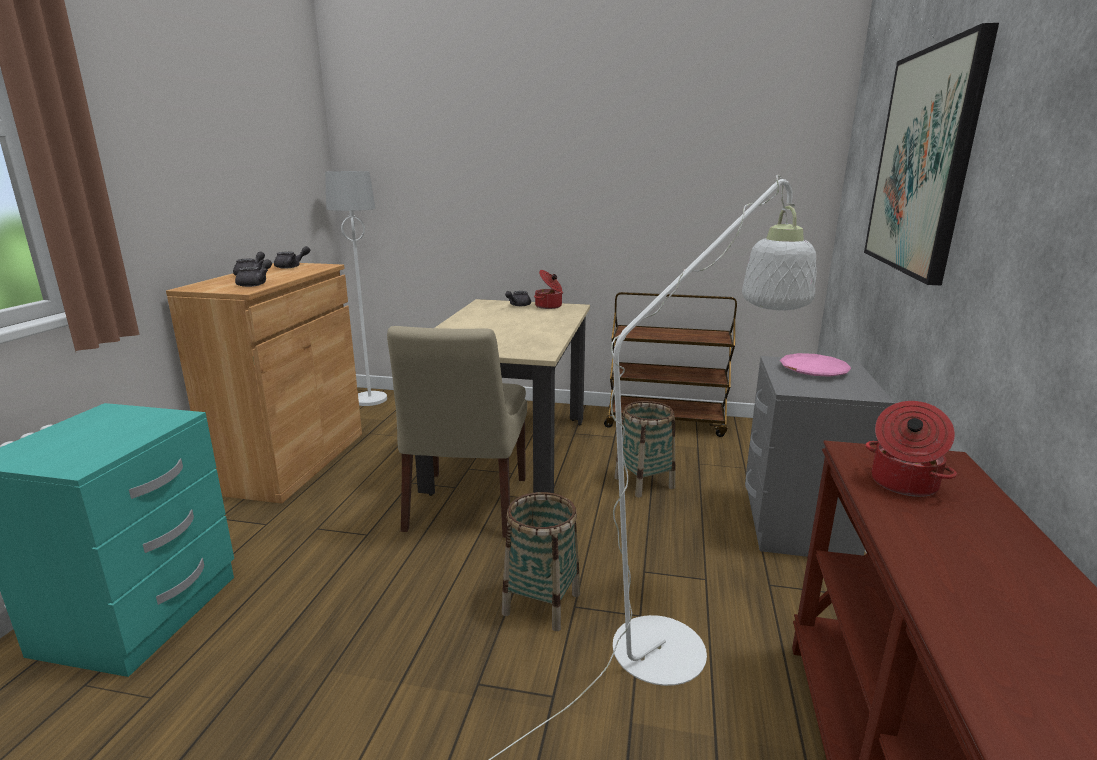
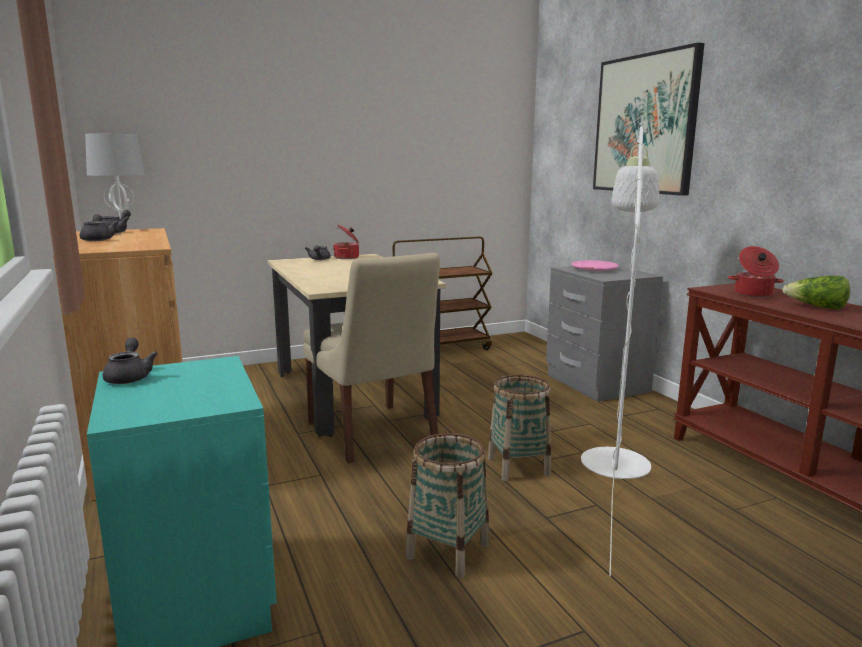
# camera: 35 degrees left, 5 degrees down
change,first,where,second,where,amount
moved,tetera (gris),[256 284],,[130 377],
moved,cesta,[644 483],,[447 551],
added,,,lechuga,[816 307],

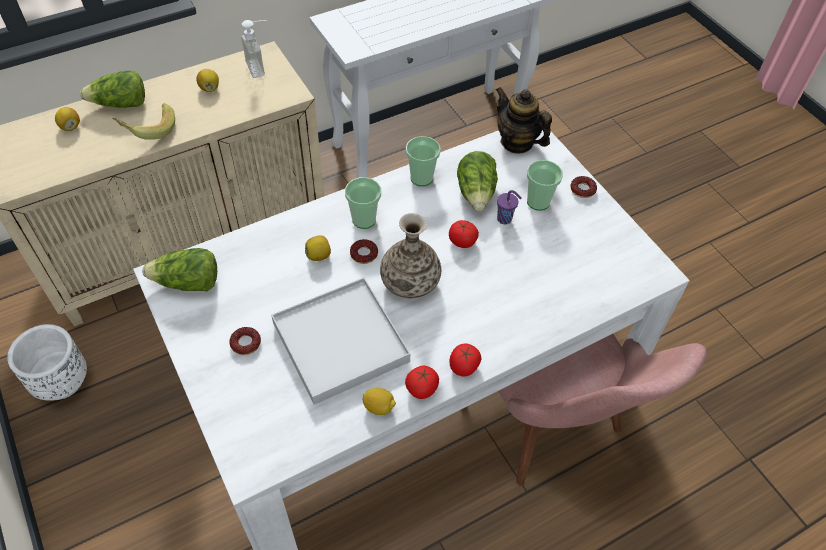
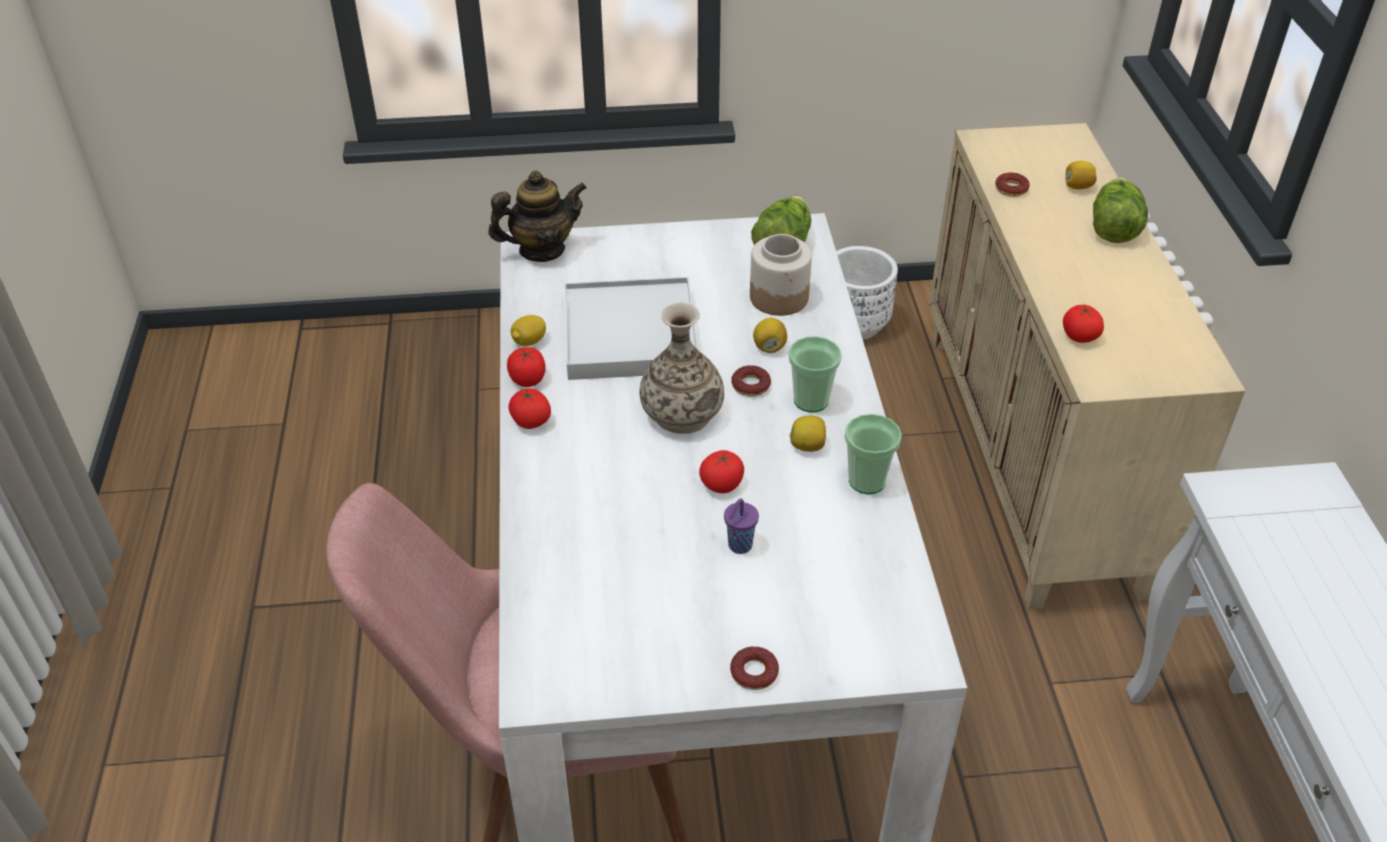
# camera: 115 degrees right, 10 degrees down
change,first,where,second,where,amount
moved,tetera,[517 142],,[541 250],
added,,,tarro,[779 297],
moved,limón,[209 88],,[808 446],
moved,rosquilla,[245 343],,[1011 188],
added,,,tomate,[1079 336],
removed,plátano,[149 129],,,
removed,dispensador de jabón,[261 67],,,
removed,lechuga,[476 193],,,
removed,taza,[538 202],,,

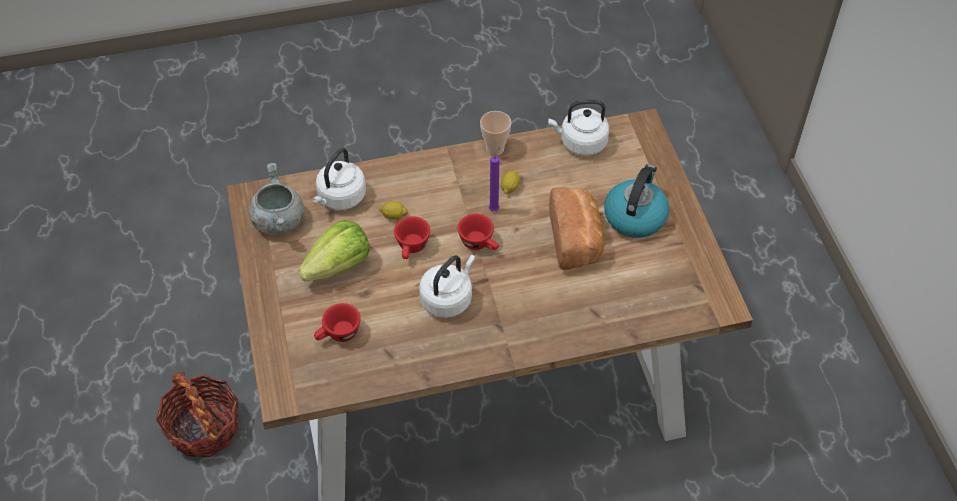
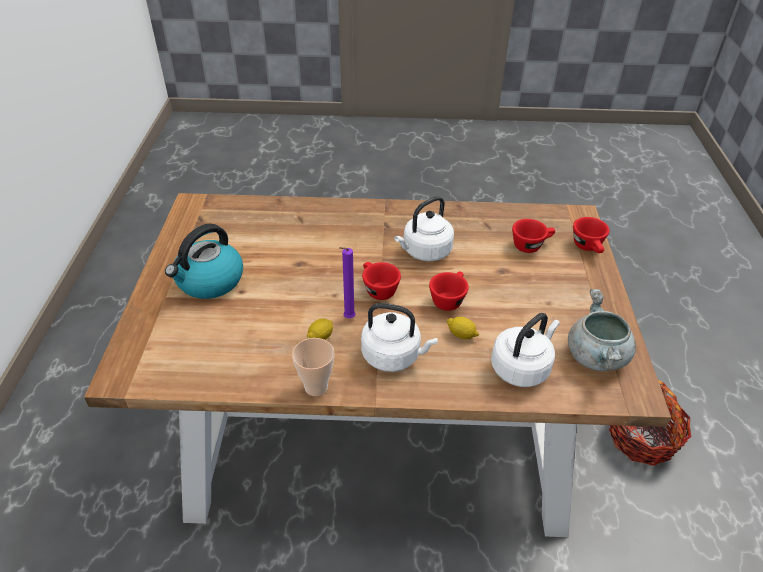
# camera: 165 degrees left, 10 degrees down
change,first,where,second,where,amount
moved,hervidor (blanco),[580 143],,[394 356],
added,,,taza (rojo),[589 248],
removed,lechuga,[339 266],,,
removed,pan,[576 240],,,

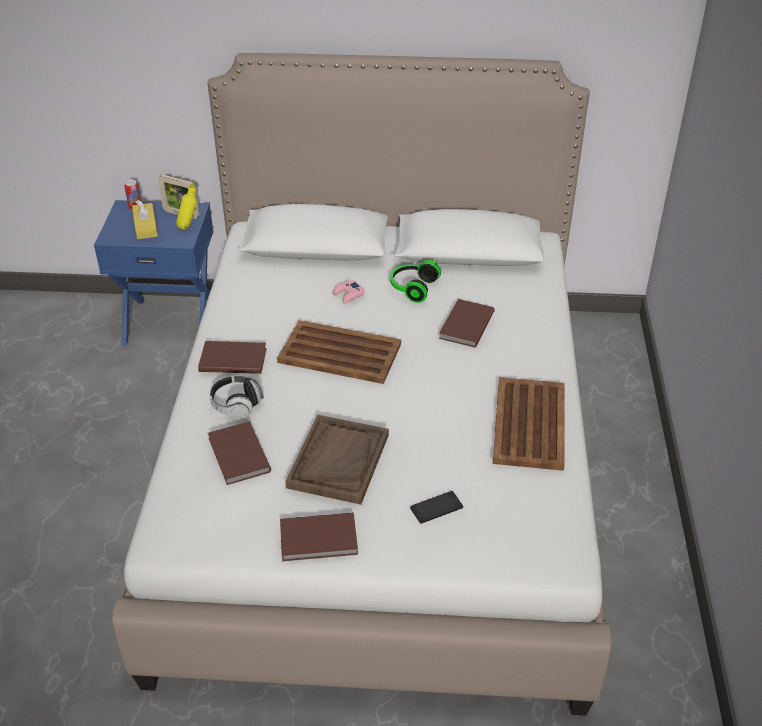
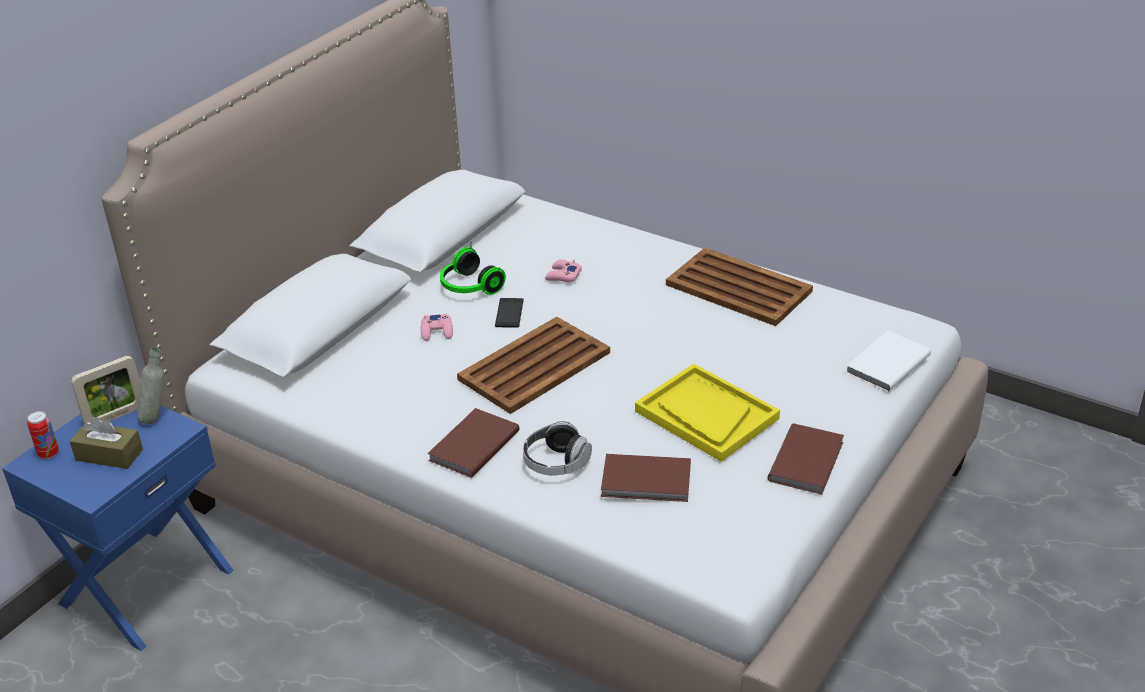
# camera: 60 degrees left, 5 degrees down
change,first,where,second,where,amount
recoloured,caja de pañuelos (amarillo),[146 228],caja de pañuelos (marrón),[109 455],
recoloured,botella (amarillo),[189 228],botella (gris),[157 417],
moved,móvil,[436 507],,[509 313],
replaced,libro (marrón),[465 325],mando de consola (rosa),[563 276],
recoloured,bandeja (marrón),[338 461],bandeja (amarillo),[706 415],
added,,,libro (blanco),[885 364],

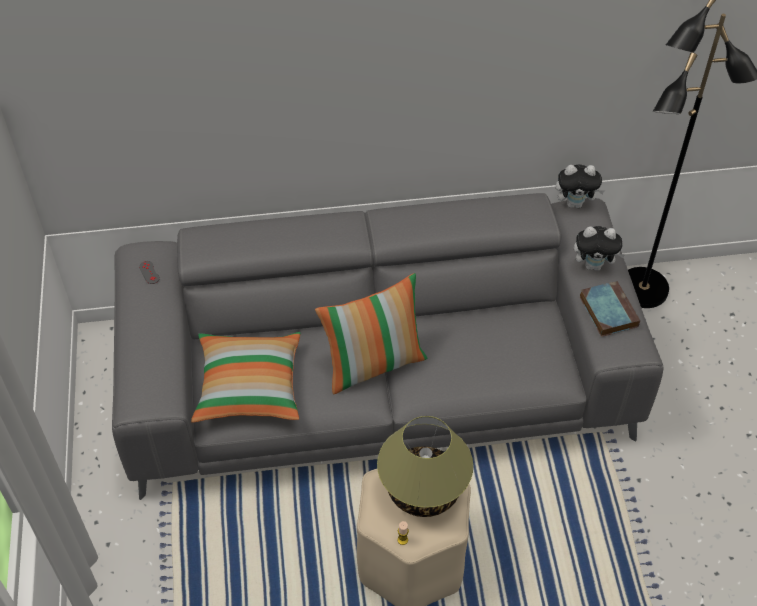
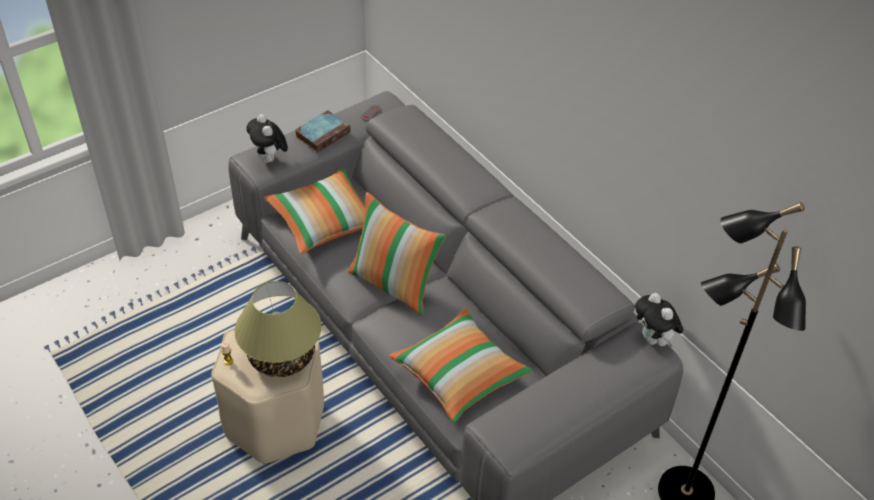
# camera: 60 degrees right, 5 degrees down
change,first,where,second,where,amount
moved,peluche,[594 265],,[270 159],
moved,libro,[607 311],,[323 134],
added,,,cojín,[460 375],

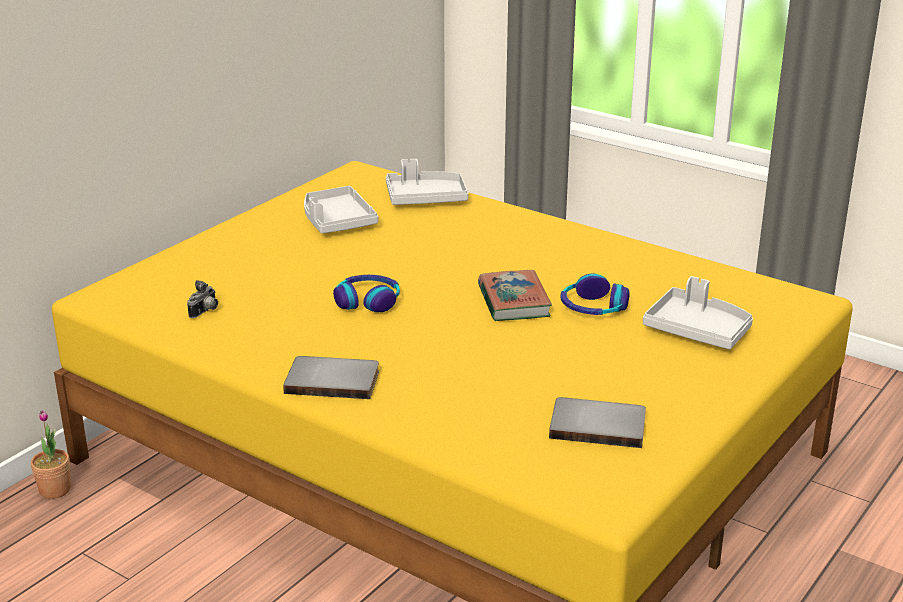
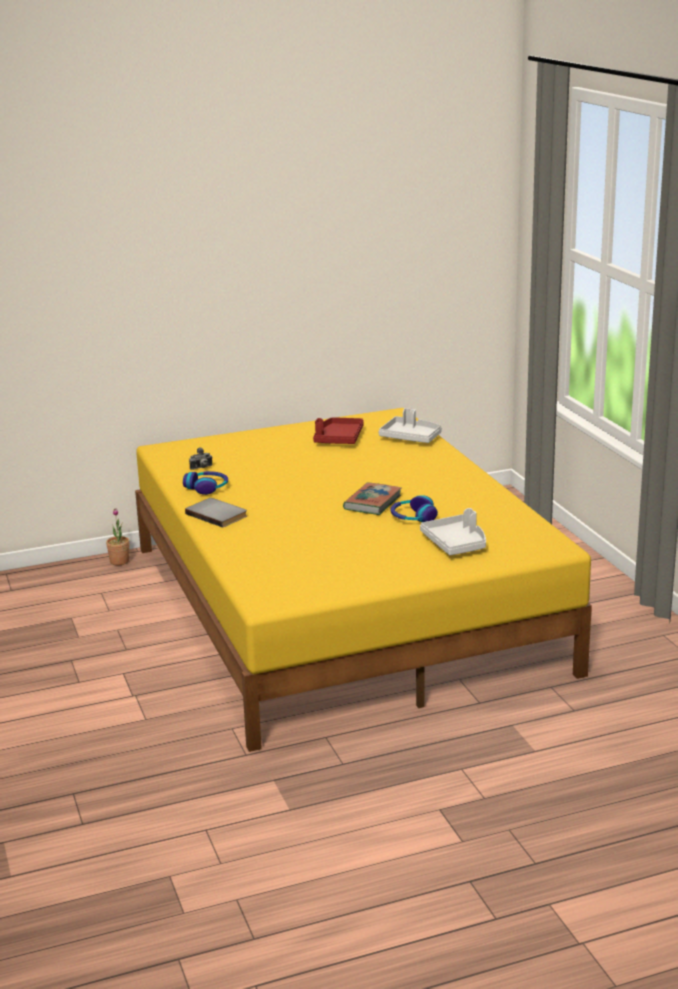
# camera: 35 degrees right, 5 degrees down
change,first,where,second,where,amount
moved,auriculares,[367 301],,[207 488],
recoloured,bandeja (gris),[337 221],bandeja (rojo),[338 439],
removed,libro (gris),[598 424],,,

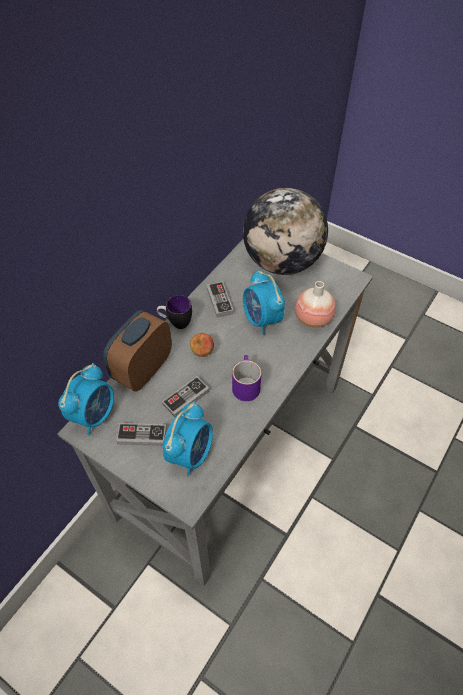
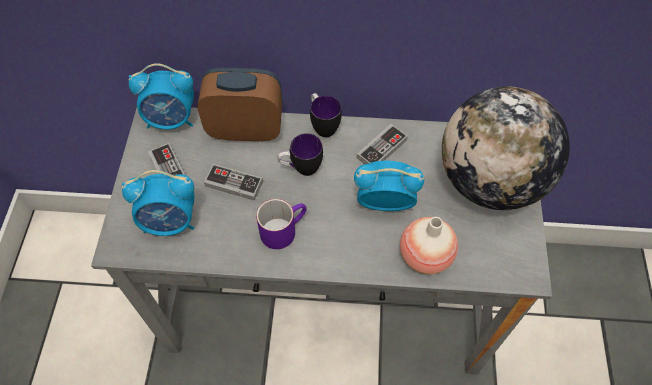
# camera: 60 degrees right, 5 degrees up
change,first,where,second,where,amount
replaced,manzana,[202 352],taza grande,[301 168],
turned,despertador,[261 320],,[384 202],60 degrees clockwise

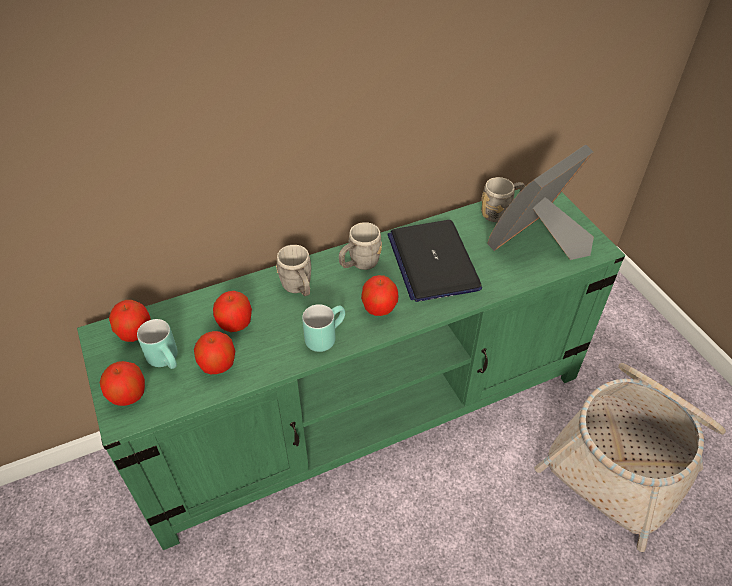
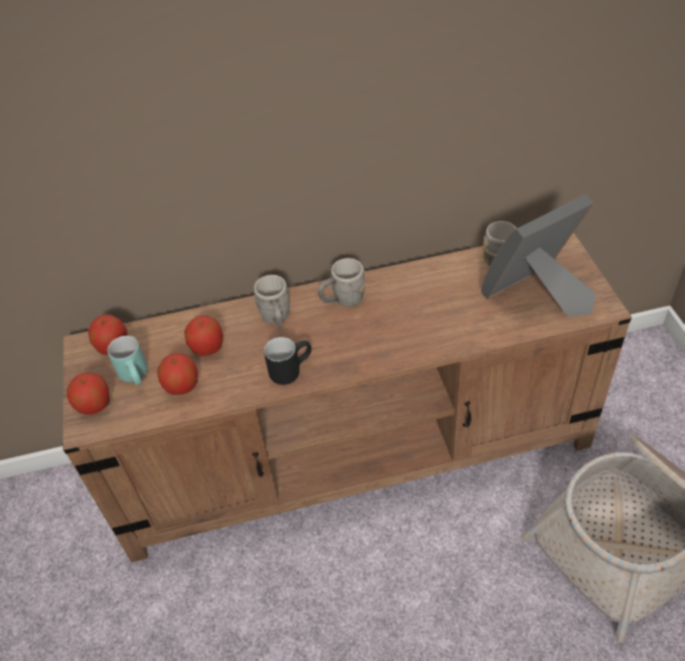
# camera: 15 degrees right, 0 degrees up
change,first,where,second,where,amount
recoloured,mueble de televisión (verde),[366 410],mueble de televisión (marrón),[355 453],
recoloured,taza grande (turquesa),[324 336],taza grande (negro),[290 369],
removed,manzana,[379 308],,,
removed,portátil,[432 261],,,

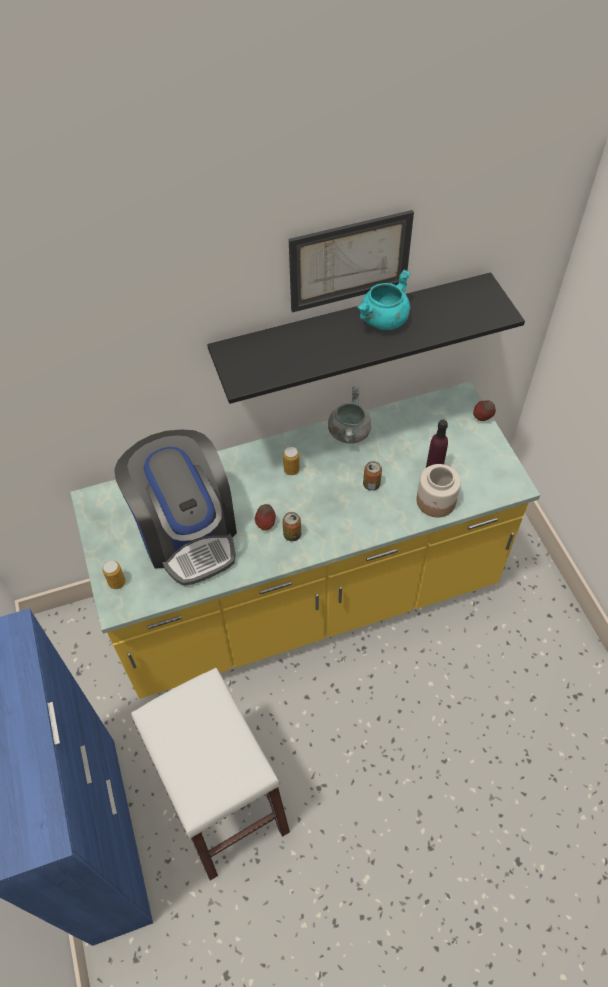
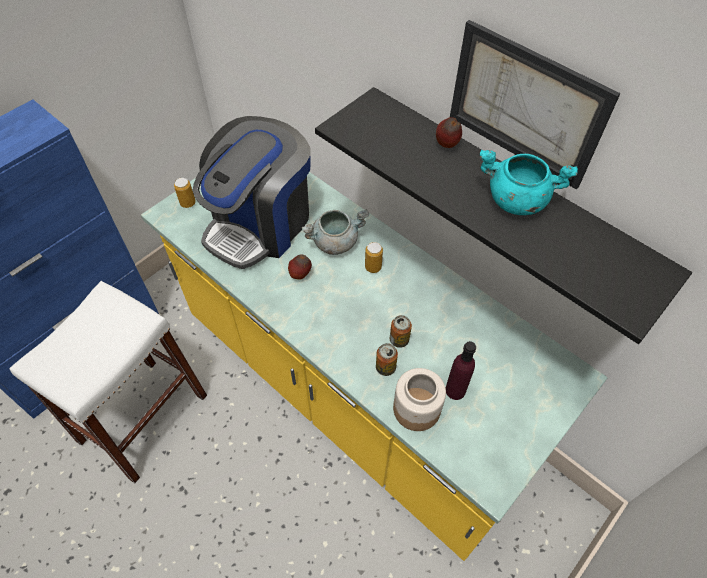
# camera: 60 degrees right, 0 degrees up
change,first,where,second,where,amount
moved,olla (gris),[349 432],,[335 242],
moved,lata,[292 535],,[385 367],
moved,manzana,[482 418],,[447 145],

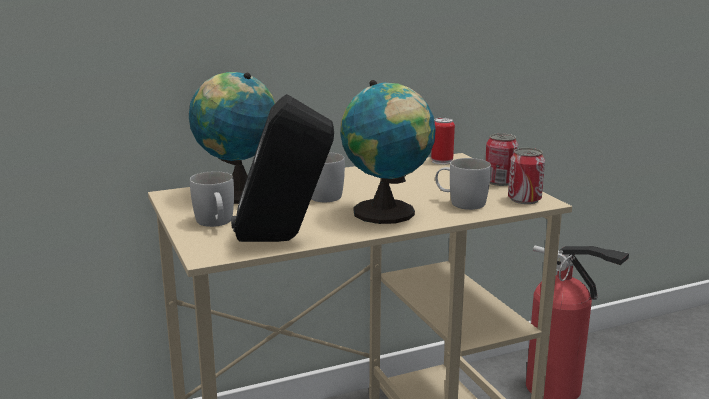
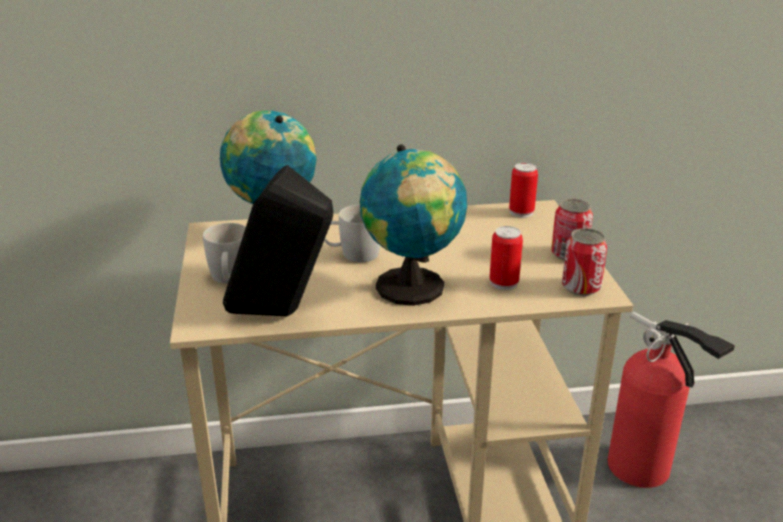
# camera: 15 degrees right, 10 degrees up
change,first,where,second,where,amount
replaced,taza grande (blanco),[460 203],lata,[504 283],

